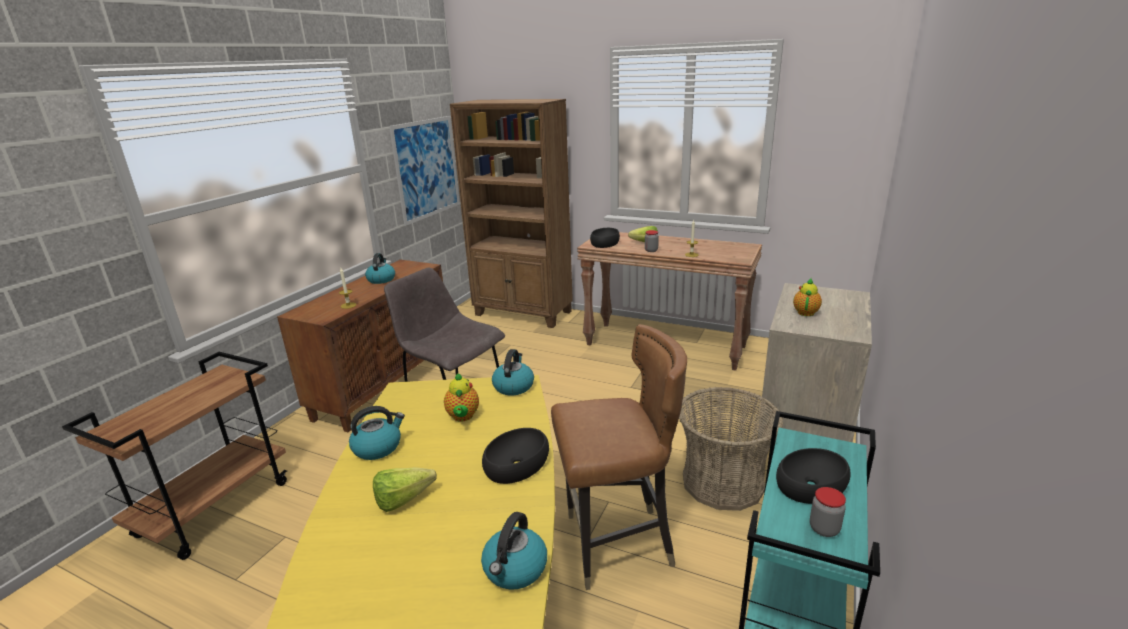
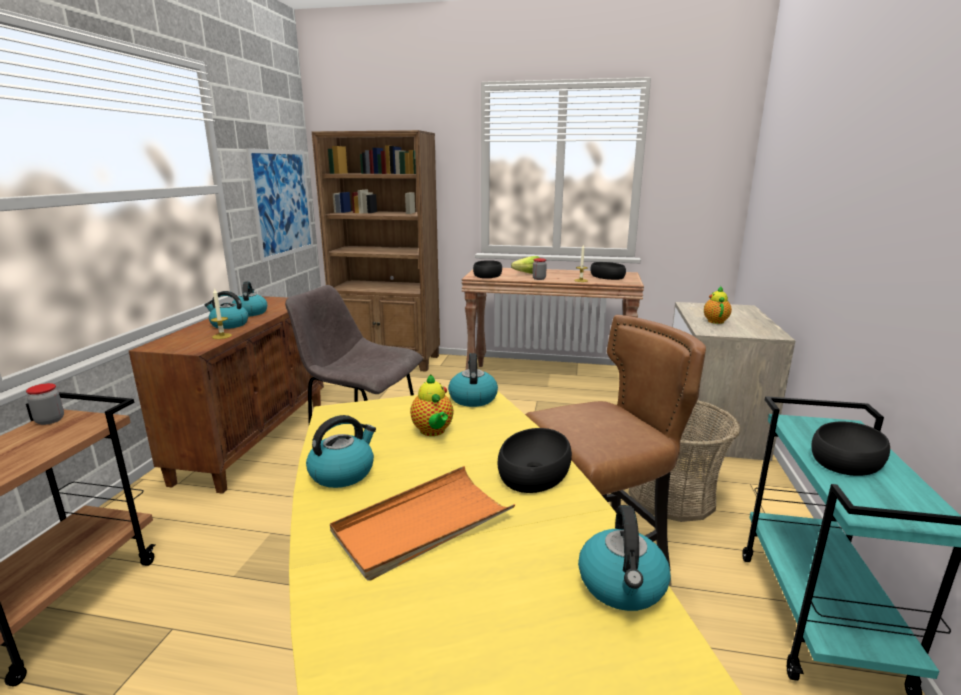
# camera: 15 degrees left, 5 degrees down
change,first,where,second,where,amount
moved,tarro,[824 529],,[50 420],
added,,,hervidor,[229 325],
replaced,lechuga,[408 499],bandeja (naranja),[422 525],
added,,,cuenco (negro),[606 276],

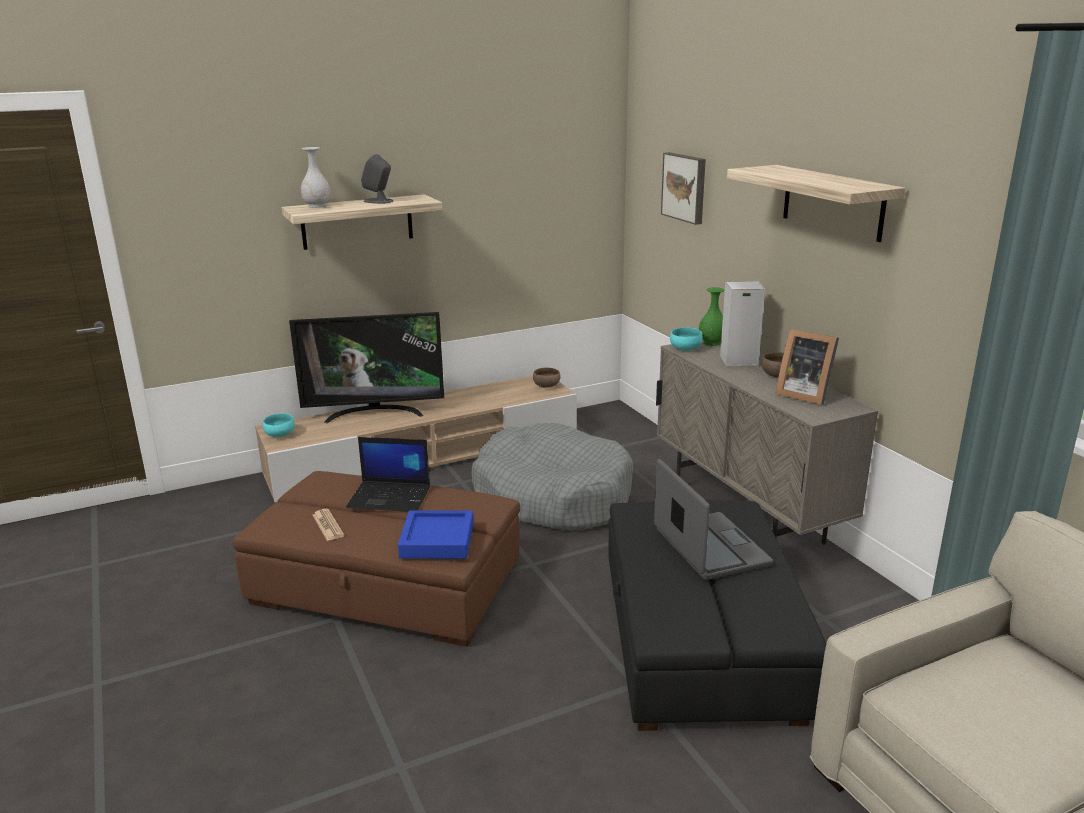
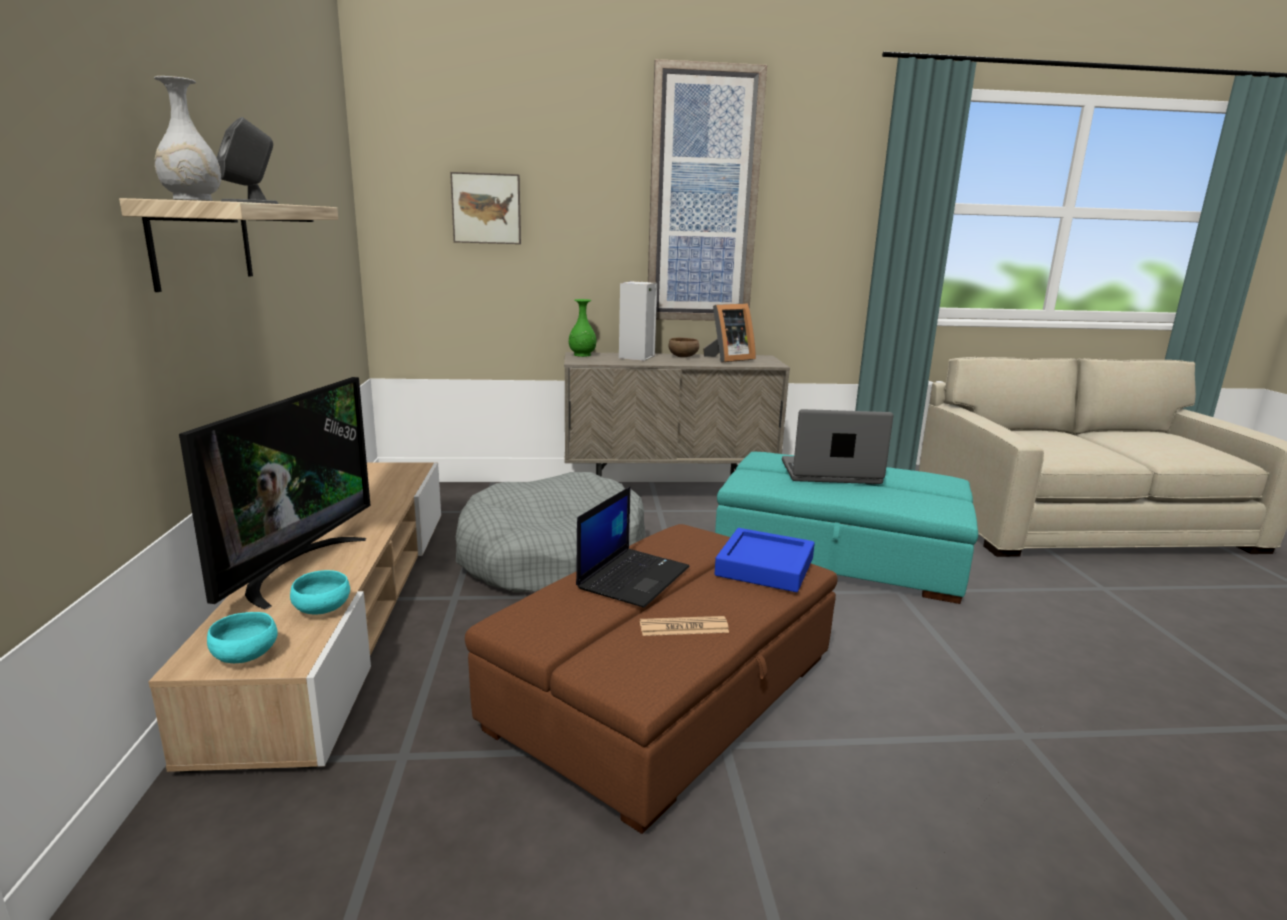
# camera: 70 degrees left, 5 degrees down
change,first,where,second,where,amount
moved,cuenco (turquesa),[685 349],,[323 610],
replaced,estante,[832 202],cuadro,[703 197],
recoloured,puf (negro),[700 638],puf (turquesa),[840 553],
removed,cuenco (marrón),[546 386],,,

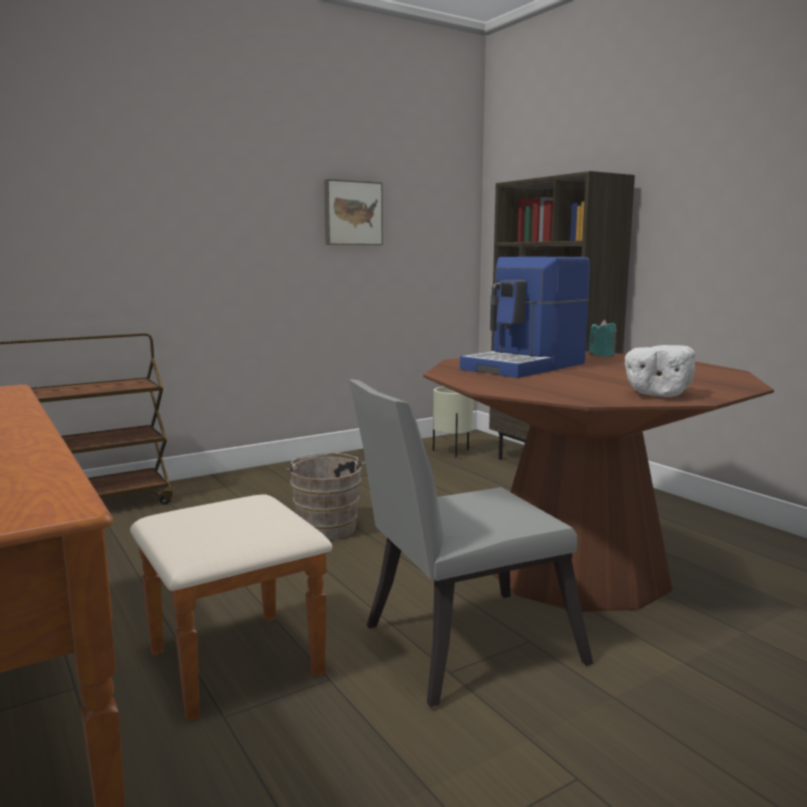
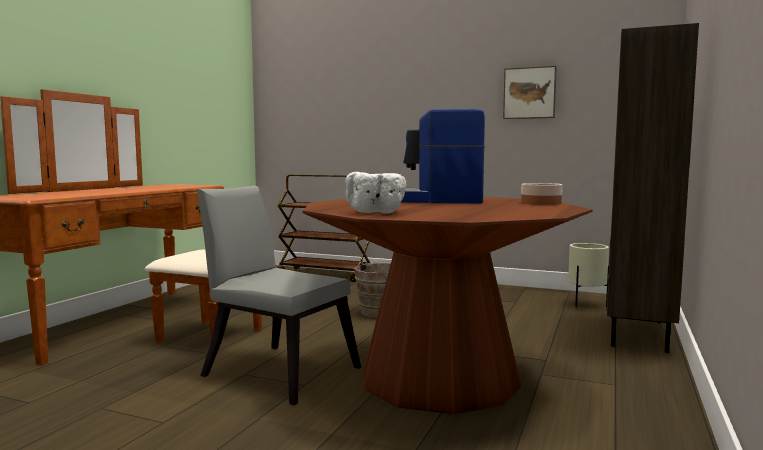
# camera: 55 degrees right, 5 degrees down
change,first,where,second,where,amount
replaced,vela (turquesa),[602 355],cuenco,[541 203],

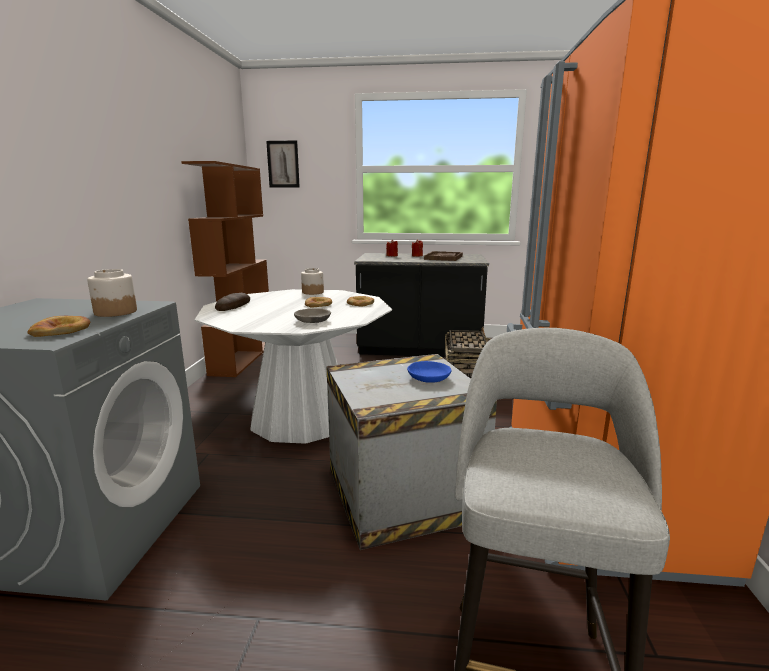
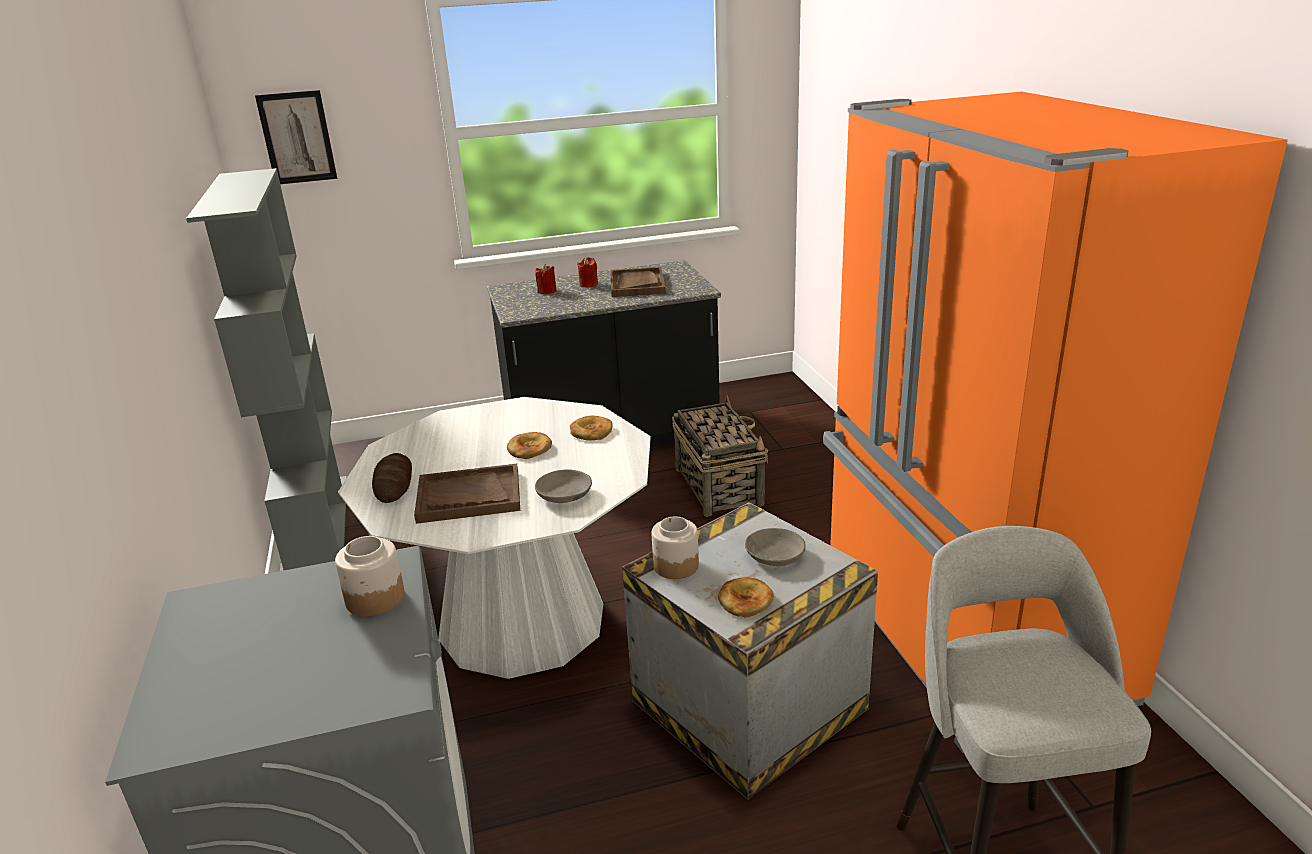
# camera: 20 degrees left, 10 degrees up
change,first,where,second,where,amount
recoloured,estantería (marrón),[242 358],estantería (gris),[318 524],
added,,,bandeja (marrón),[468 496],
moved,tarro,[313 292],,[675 565],
moved,pan,[61 330],,[745 600],
recoloured,cuenco (azul),[428 378],cuenco (gris),[774 555],

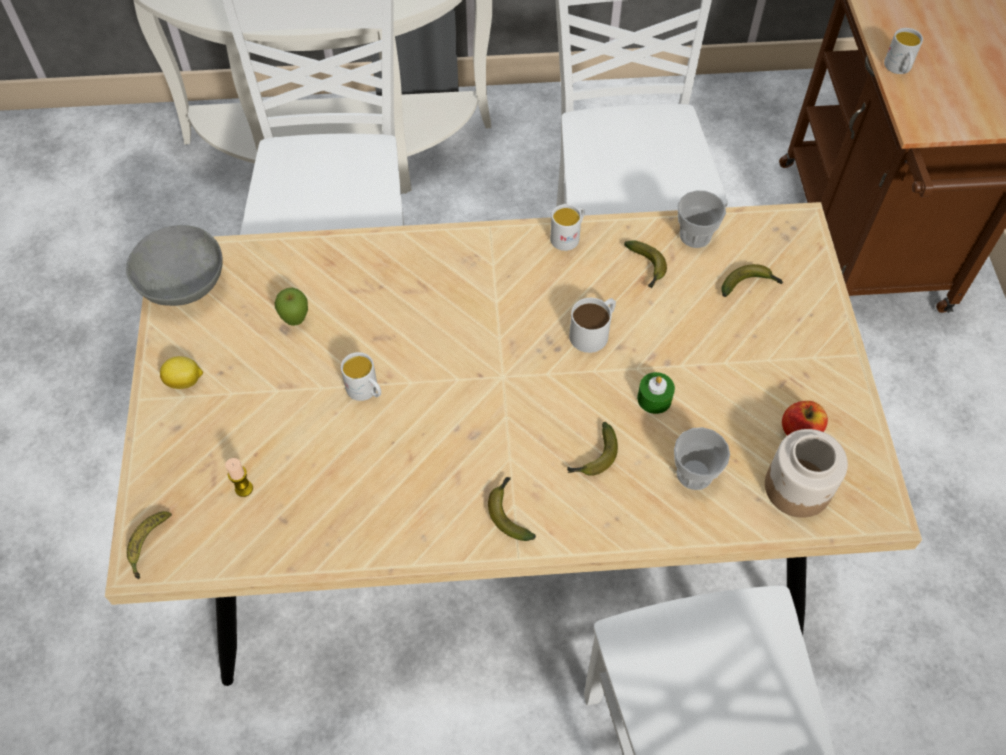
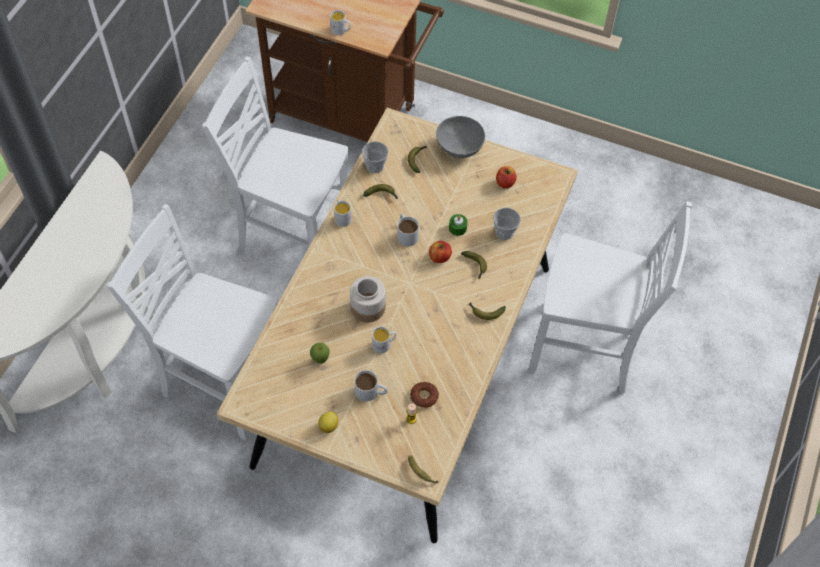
# camera: 65 degrees left, 0 degrees up
change,first,where,second,where,amount
moved,tarro,[798 488],,[368 307],
added,,,taza grande (blanco),[371 392],
added,,,rosquilla,[424 396],
added,,,manzana,[439 257],
moved,cuenco (gris),[184 285],,[459 147],

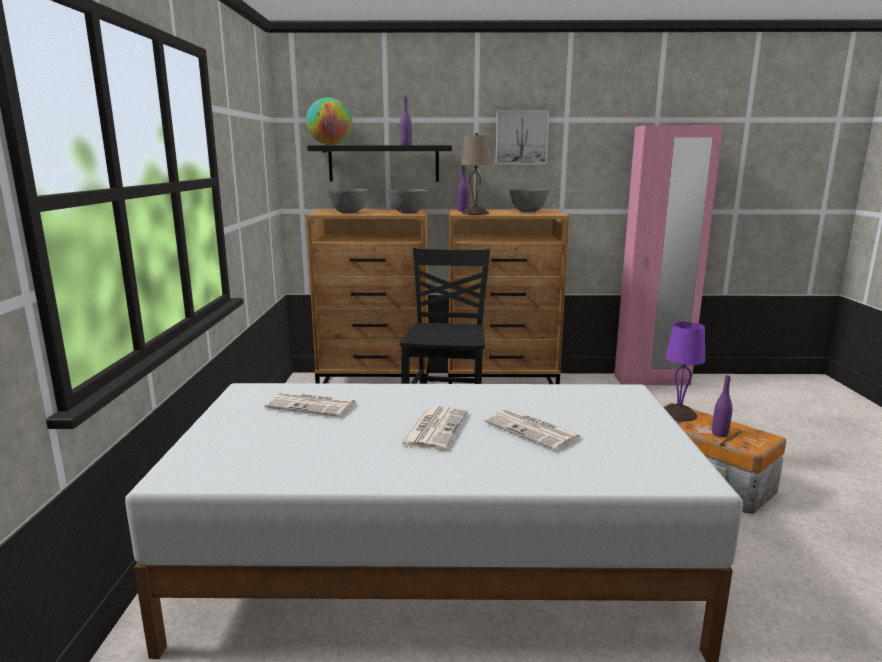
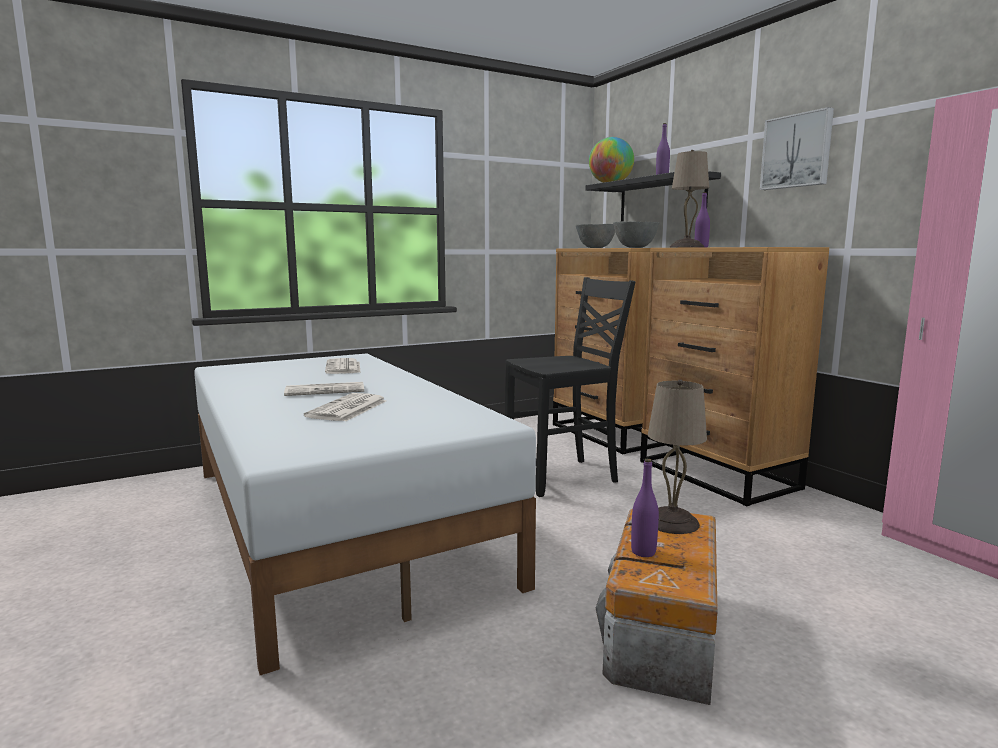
# camera: 60 degrees right, 5 degrees down
change,first,where,second,where,amount
recoloured,lámpara de mesa (morado),[679 414],lámpara de mesa (beis),[673 522],
removed,cuenco (gris),[528 212],,,

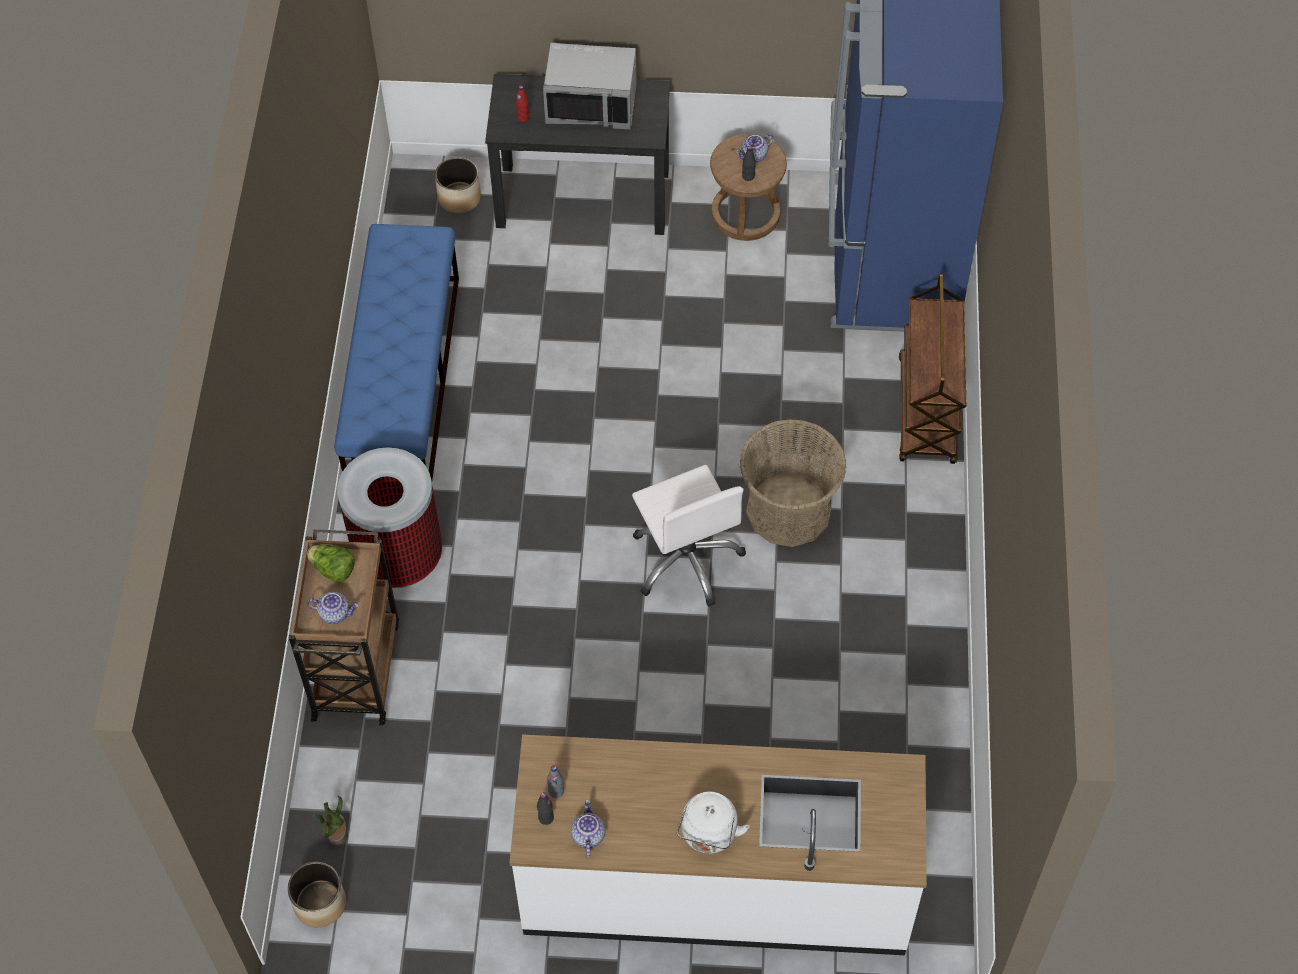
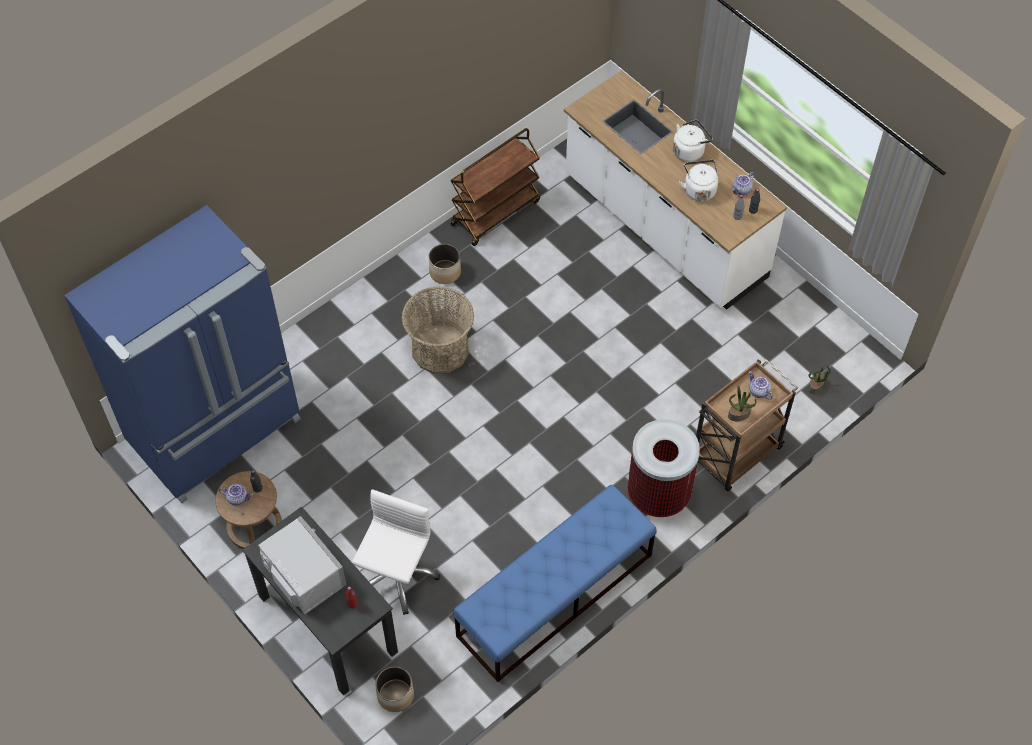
# camera: 135 degrees left, 0 degrees up
change,first,where,second,where,amount
moved,silla de oficina (blanco),[687 559],,[396 575],
moved,maceta,[320 903],,[444 272],
moved,carrito (marrón),[927 411],,[495 212],
added,,,hervidor (blanco),[699 189],
replaced,lechuga,[333 570],planta en maceta,[739 414],

